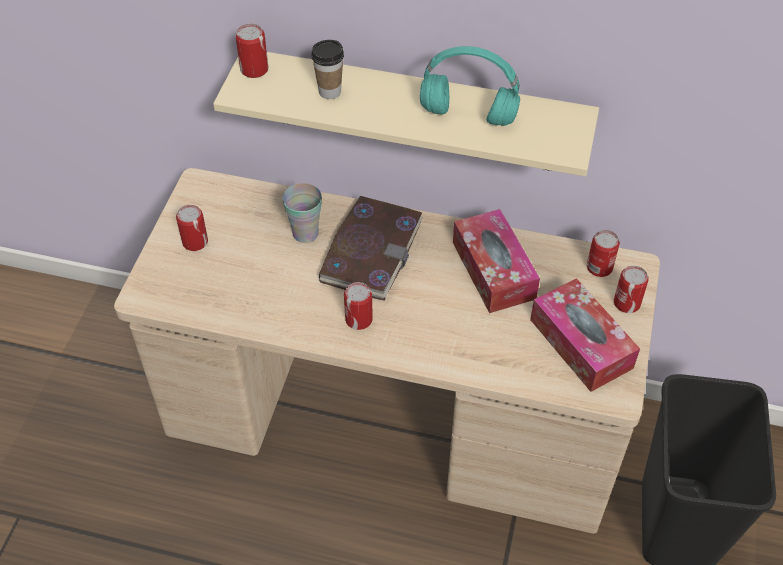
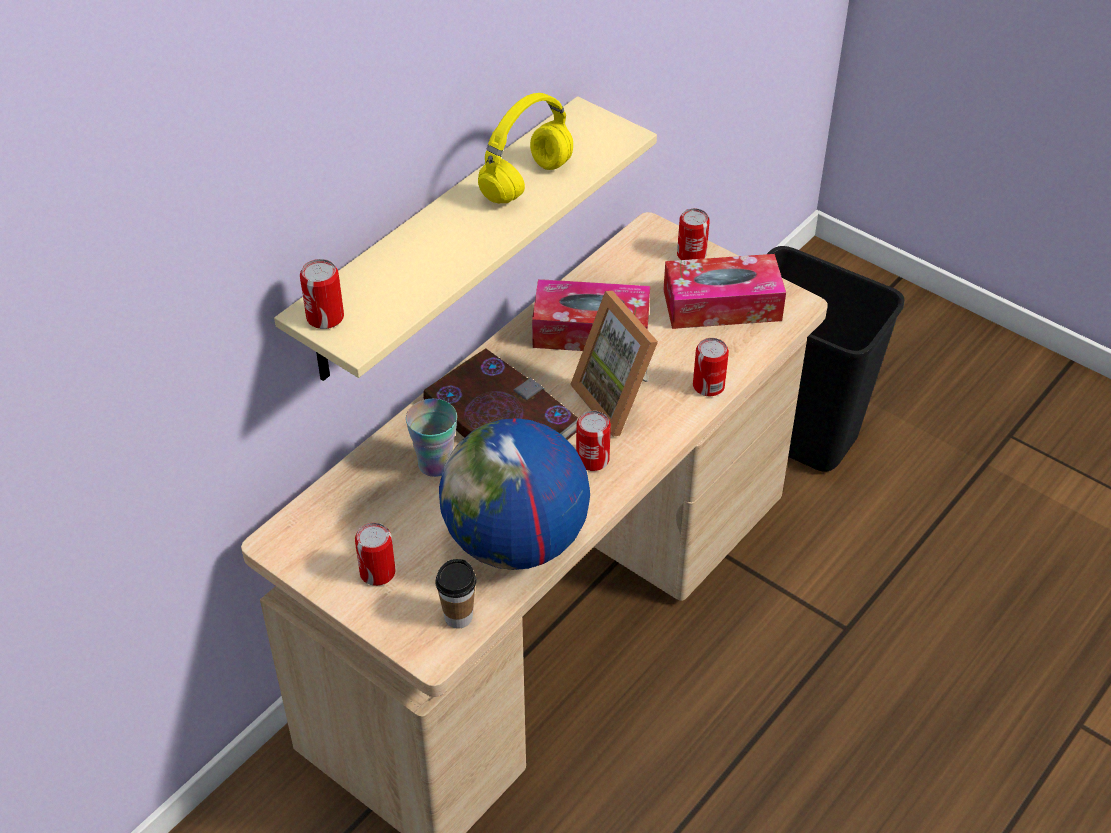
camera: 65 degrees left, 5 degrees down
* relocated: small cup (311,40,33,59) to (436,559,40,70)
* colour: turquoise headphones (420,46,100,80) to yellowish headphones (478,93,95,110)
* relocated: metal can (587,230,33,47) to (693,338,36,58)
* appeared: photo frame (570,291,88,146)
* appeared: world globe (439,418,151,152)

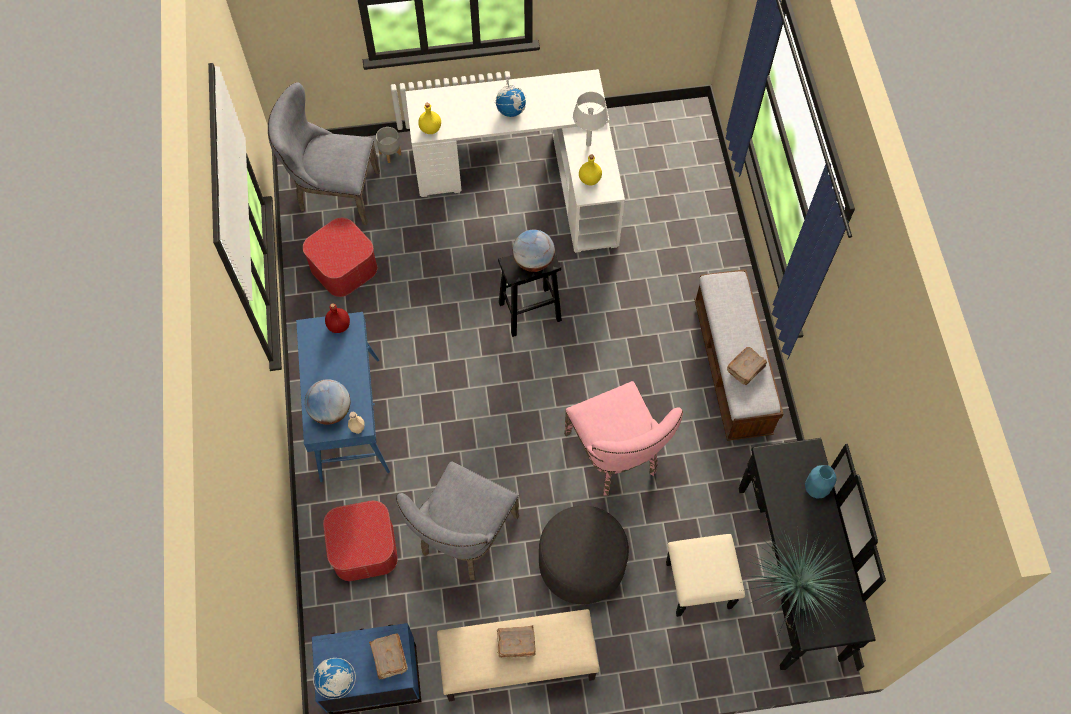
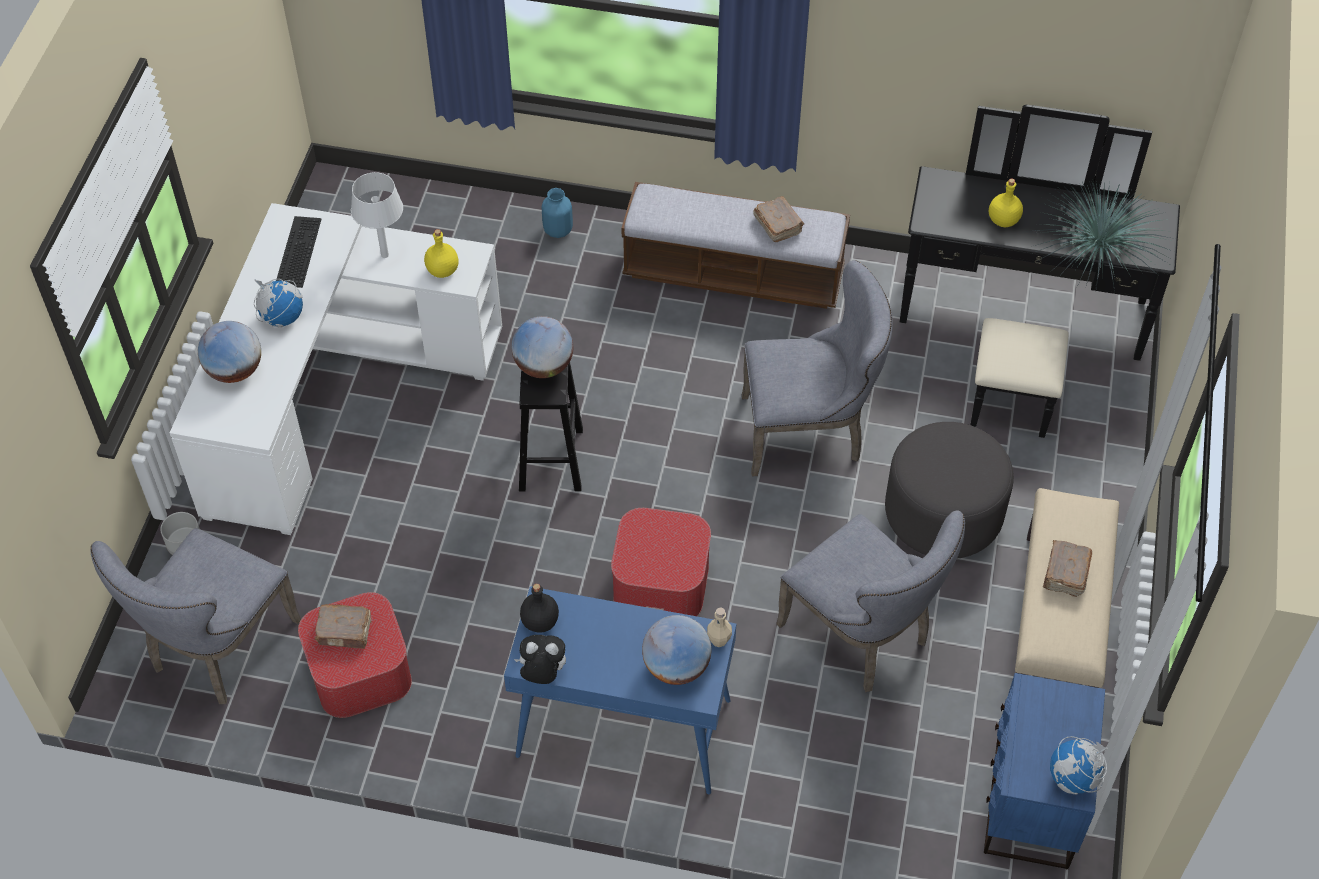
camera: 70 degrees left, 10 degrees down
* relocated: yellowish drink bottle (418,103,23,31) to (989,178,34,49)
* colour: reddish drink bottle (325,303,25,30) to black drink bottle (520,584,39,49)
* colour: pinkish plain chair (564,381,119,115) to greyish plain chair (742,260,150,216)
* relocated: bluish decorative vase (805,465,32,34) to (542,188,31,50)
* relocated: pouffe (323,501,75,80) to (611,508,100,108)
* relocated: brownish book (369,634,39,45) to (315,604,56,45)
* appeared: keyboard (276,216,45,72)
* appeared: world globe (198,321,63,62)
* appeared: cuddly toy (514,635,52,49)

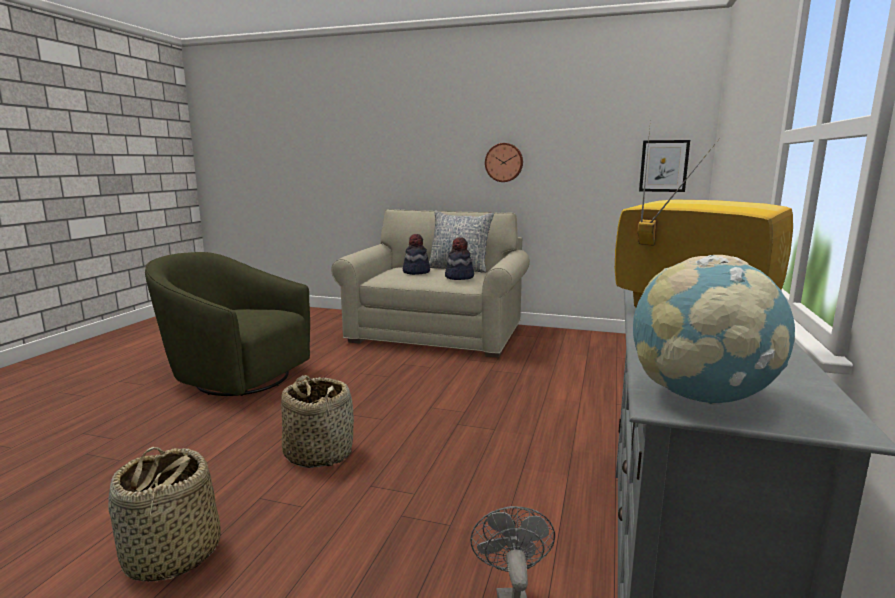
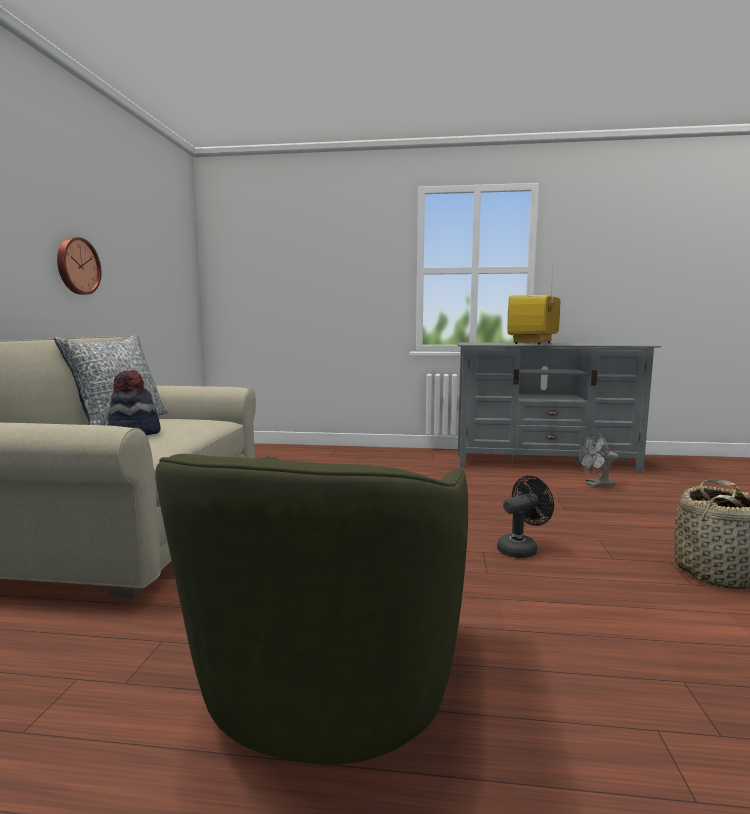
camera: 100 degrees left, 5 degrees down
* missing: picture (639,140,51,52)
* missing: clothing hat (445,237,29,43)
* missing: world globe (633,255,162,150)
* exchanged: household basket (281,375,73,93) to black electric fan (497,476,57,82)

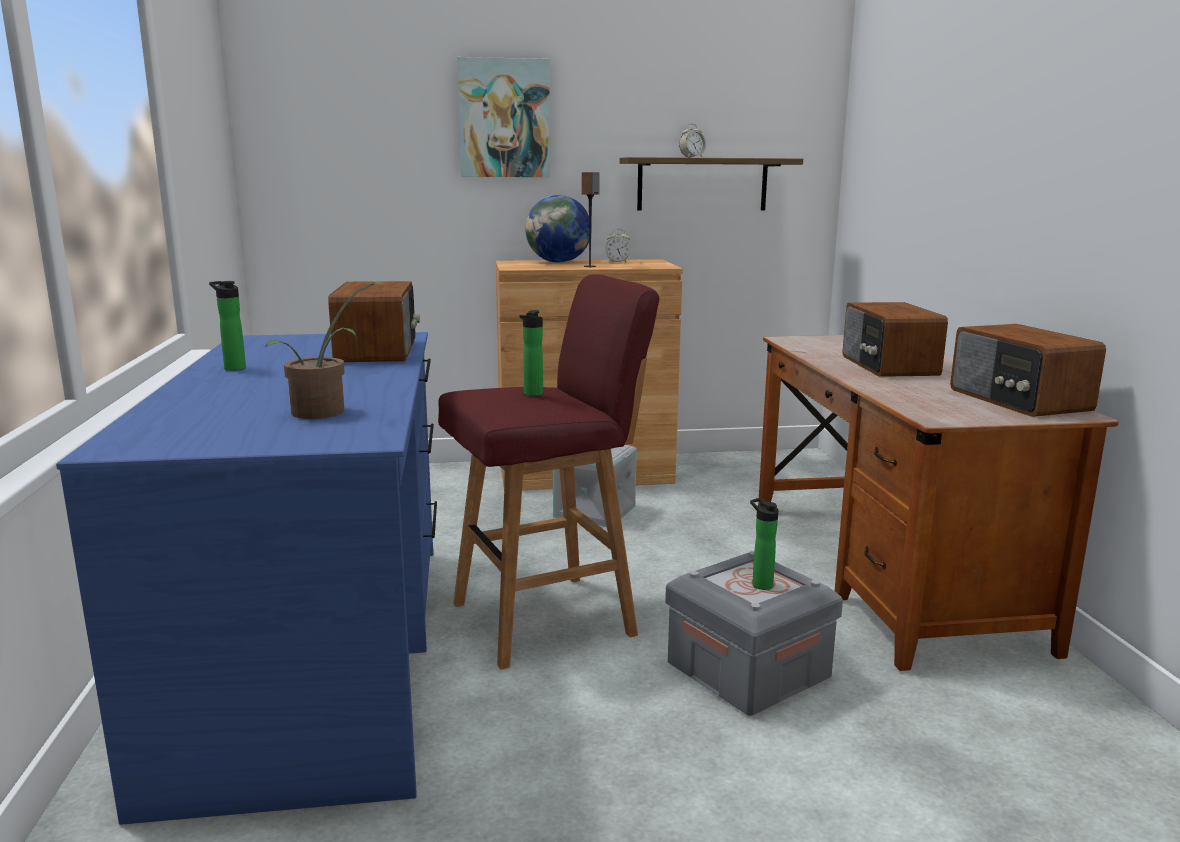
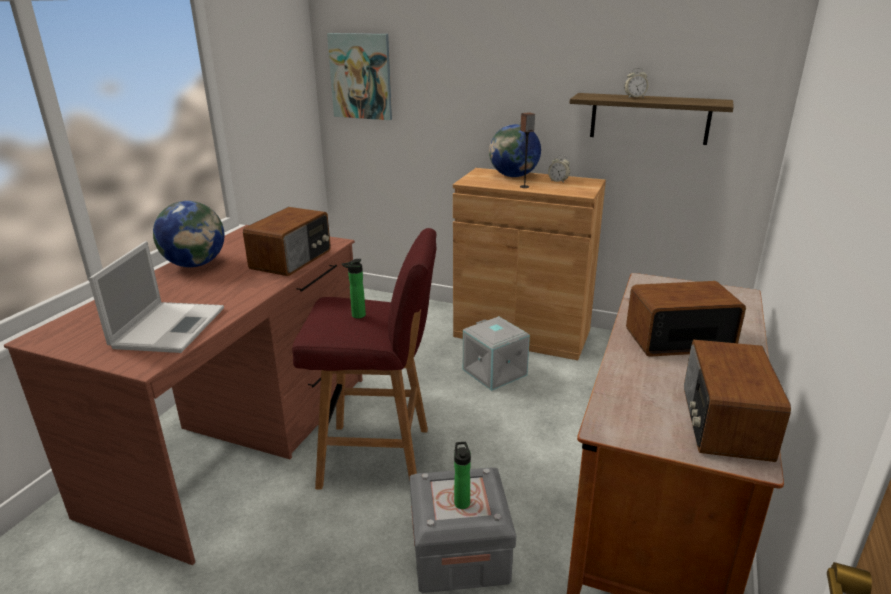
camera: 30 degrees right, 10 degrees up
* relocated: picture (457,57,93,120) to (327,33,65,87)
* exchanged: drink bottle (209,281,37,90) to world globe (153,201,71,66)
* exchanged: plant in a pot (265,282,127,137) to portable computer (89,241,135,112)
* spun: radio receiver (843,302,105,75) = (626,281,120,76) 60 degrees clockwise
* colour: bluish desk (56,332,381,493) to brownish desk (4,225,359,340)

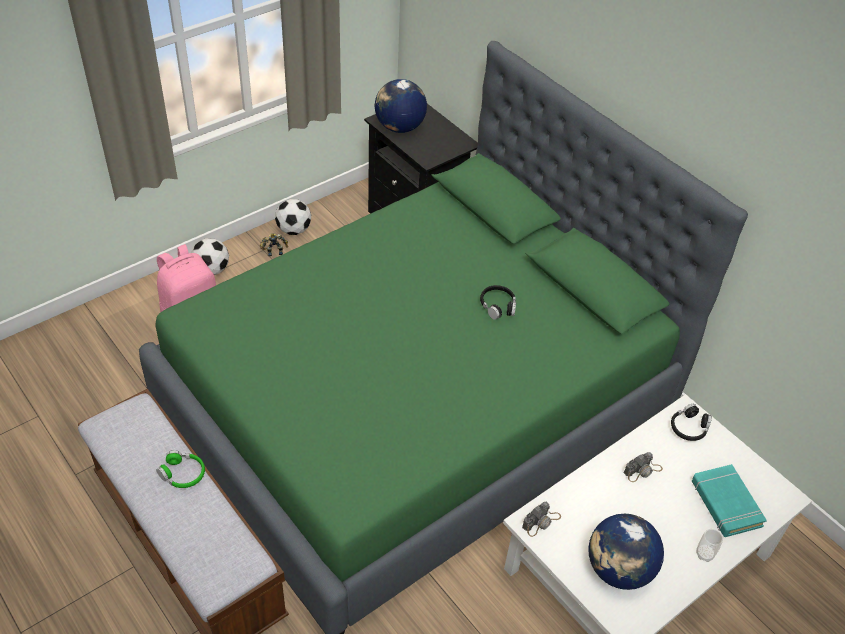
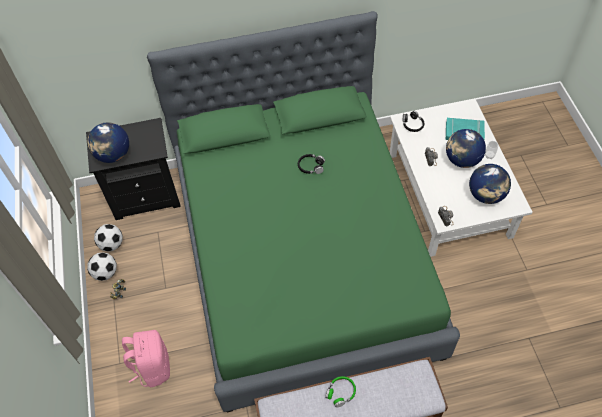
camera: 60 degrees left, 10 degrees up
* relocated: ball for football (191,238,38,37) to (94,224,29,28)
* appeared: world globe (446,129,40,39)

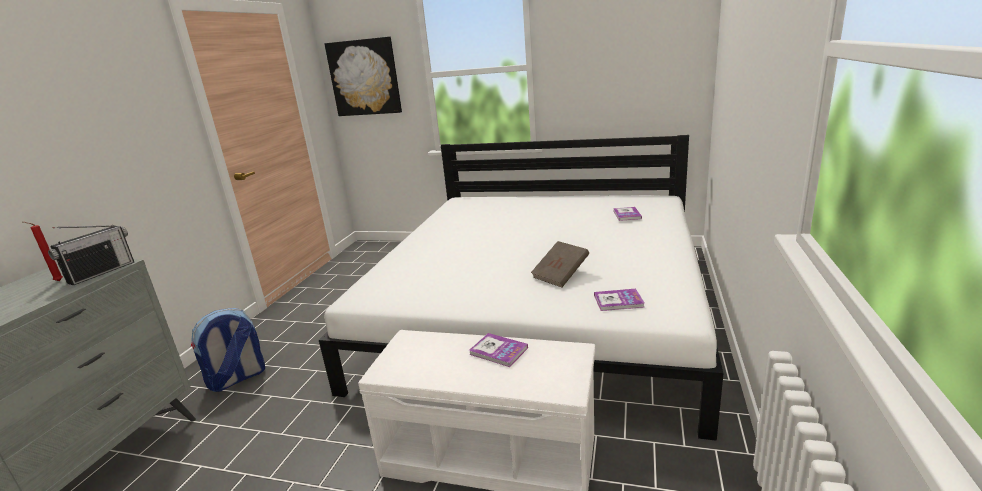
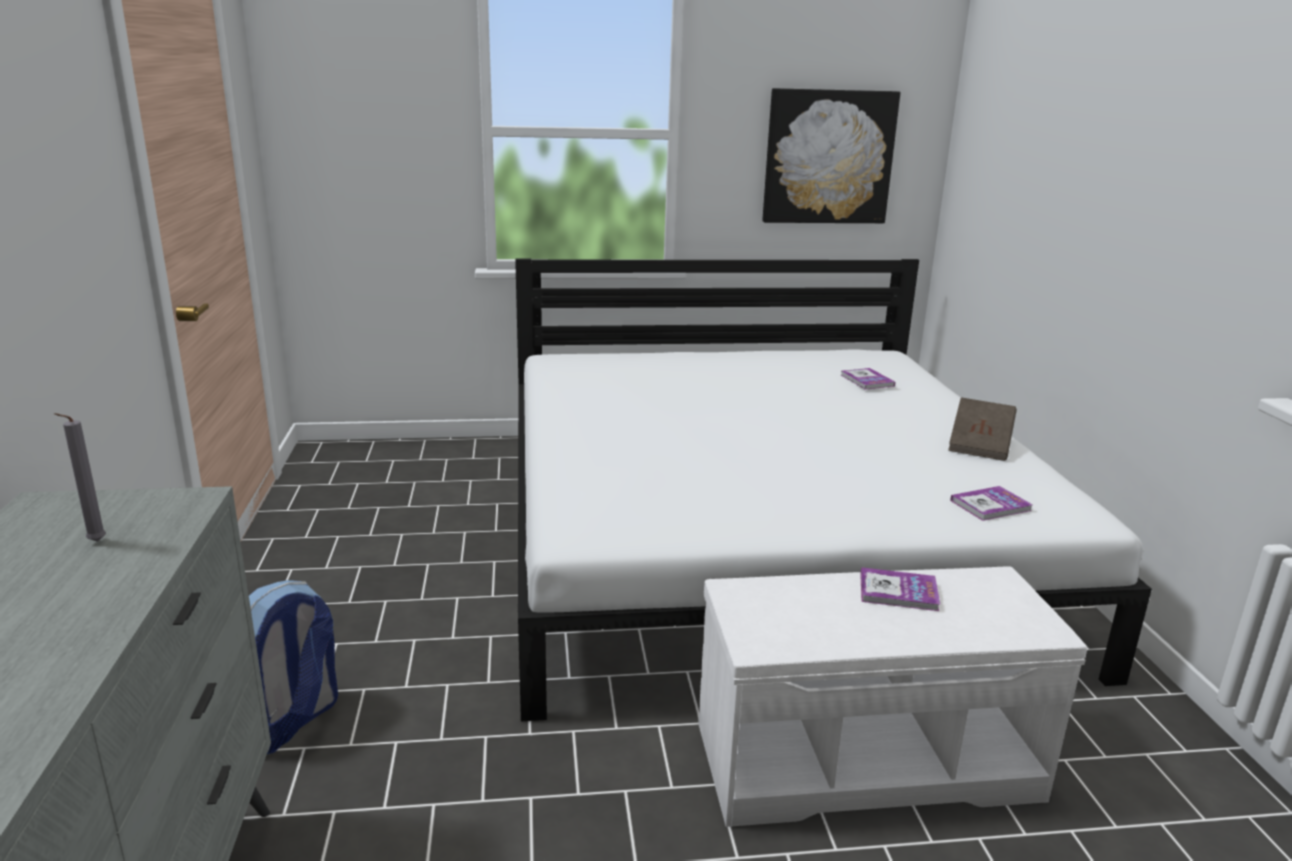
camera: 25 degrees left, 0 degrees up
* relocated: picture (324,37,78,79) to (762,88,138,136)
* colour: reddish wax light (24,222,39,59) to greyish wax light (54,413,52,129)
* missing: radio receiver (48,225,86,60)
* relocated: brownish book (531,241,58,47) to (948,397,69,64)

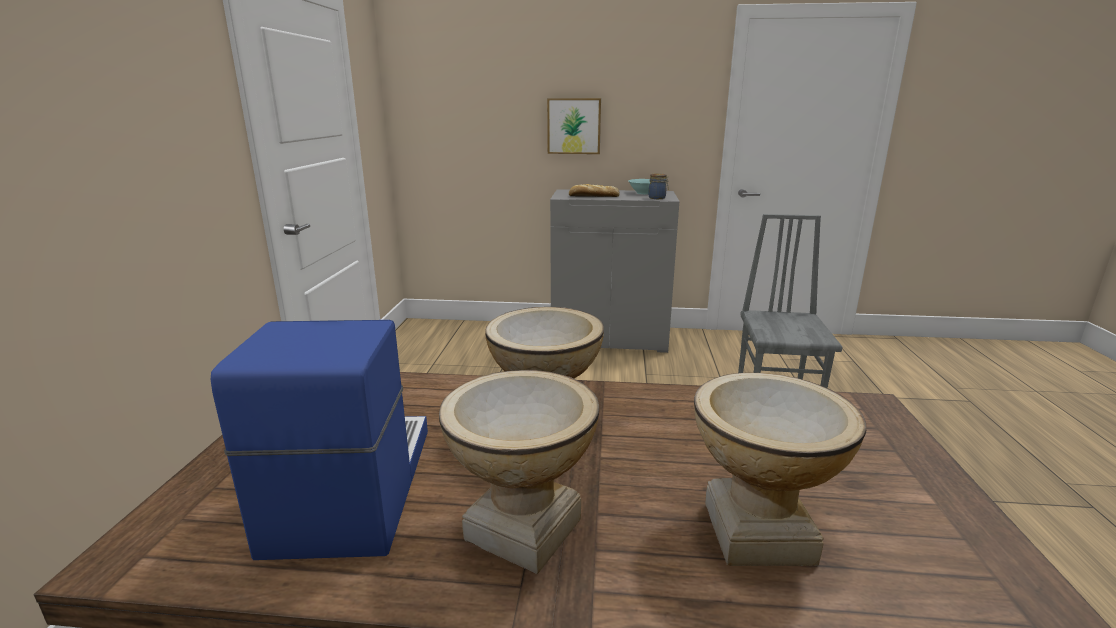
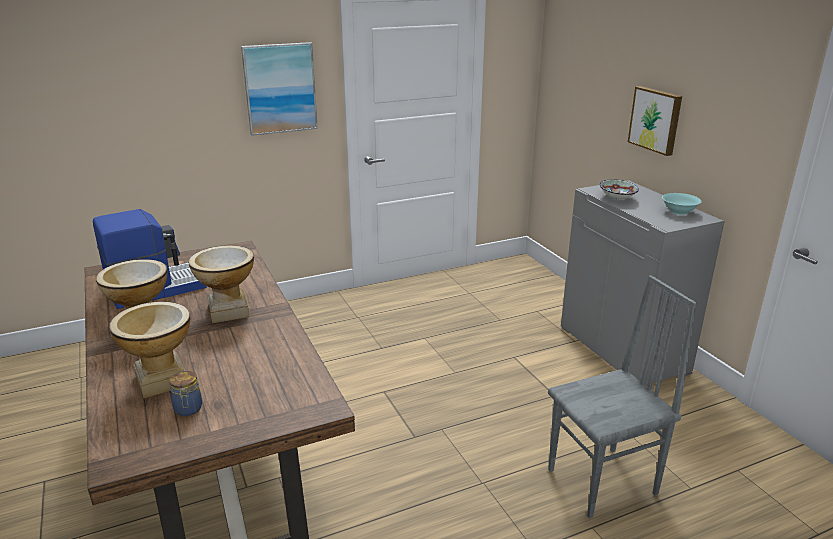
camera: 60 degrees right, 5 degrees up
* relocated: storage jar (648,173,21,26) to (169,371,33,45)
* exchanged: bread (569,184,51,13) to serving bowl (600,179,39,21)
* appeared: picture (241,42,77,94)

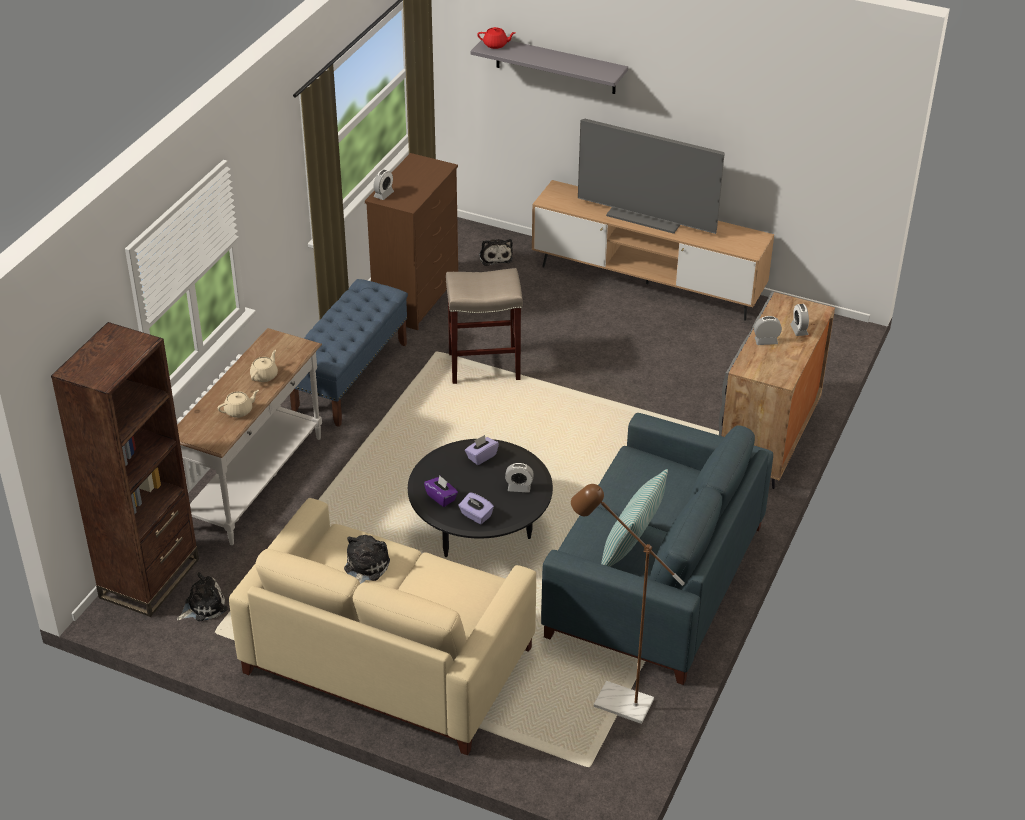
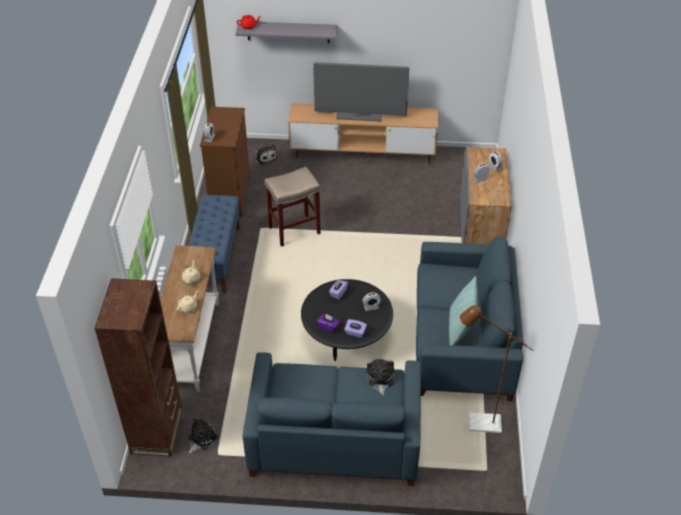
camera: 20 degrees left, 5 degrees up
* colour: beige settee (229,498,307,258) to bluish settee (243,352,178,134)
* relocated: cuddly toy (344,535,46,49) to (366,359,28,36)

